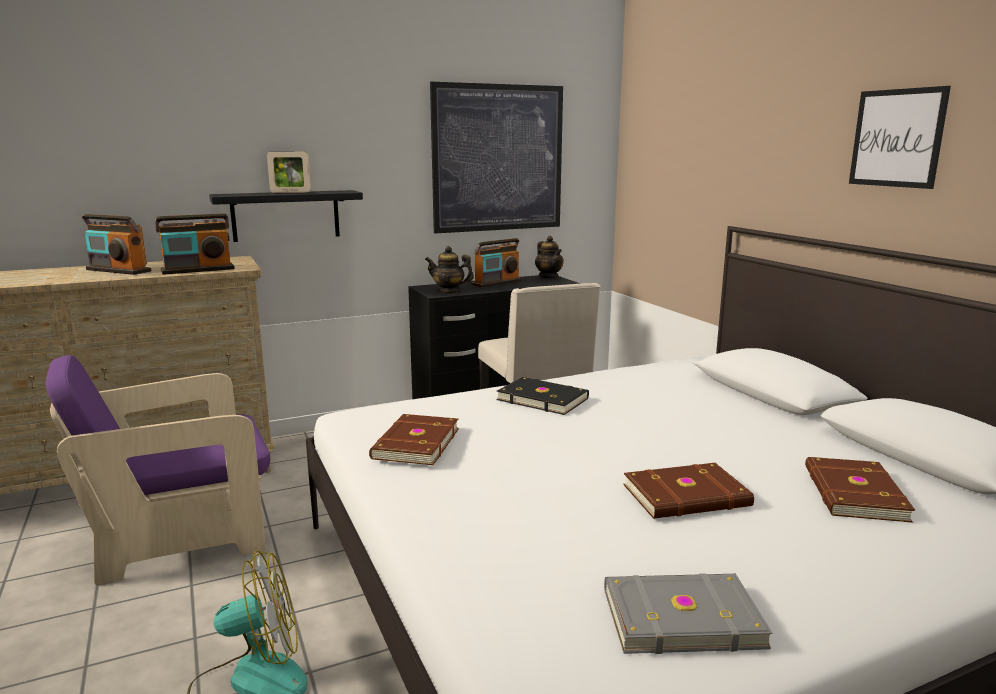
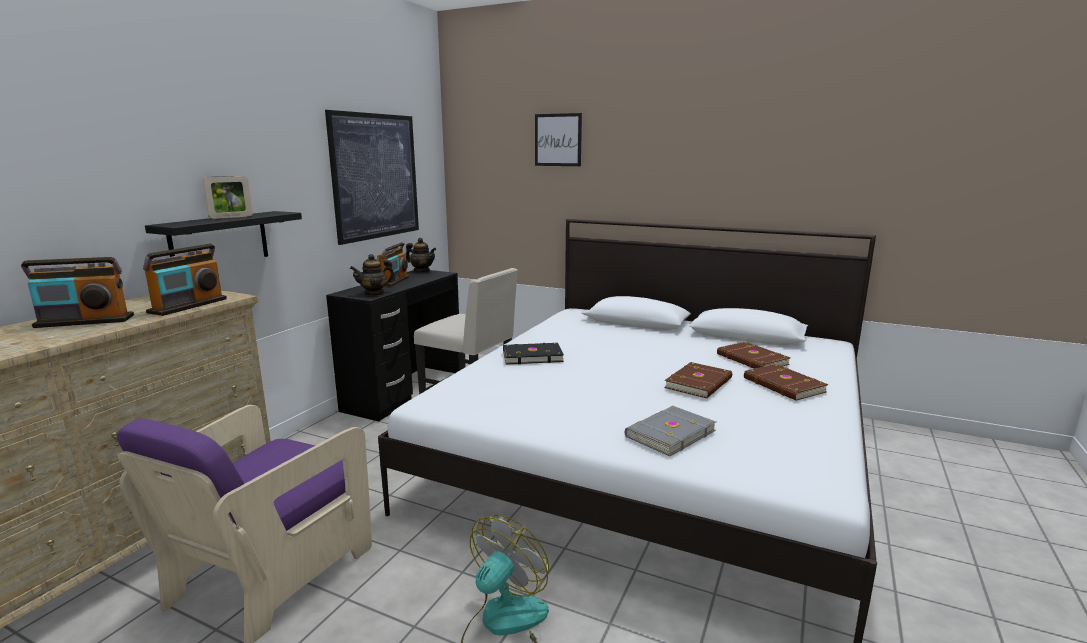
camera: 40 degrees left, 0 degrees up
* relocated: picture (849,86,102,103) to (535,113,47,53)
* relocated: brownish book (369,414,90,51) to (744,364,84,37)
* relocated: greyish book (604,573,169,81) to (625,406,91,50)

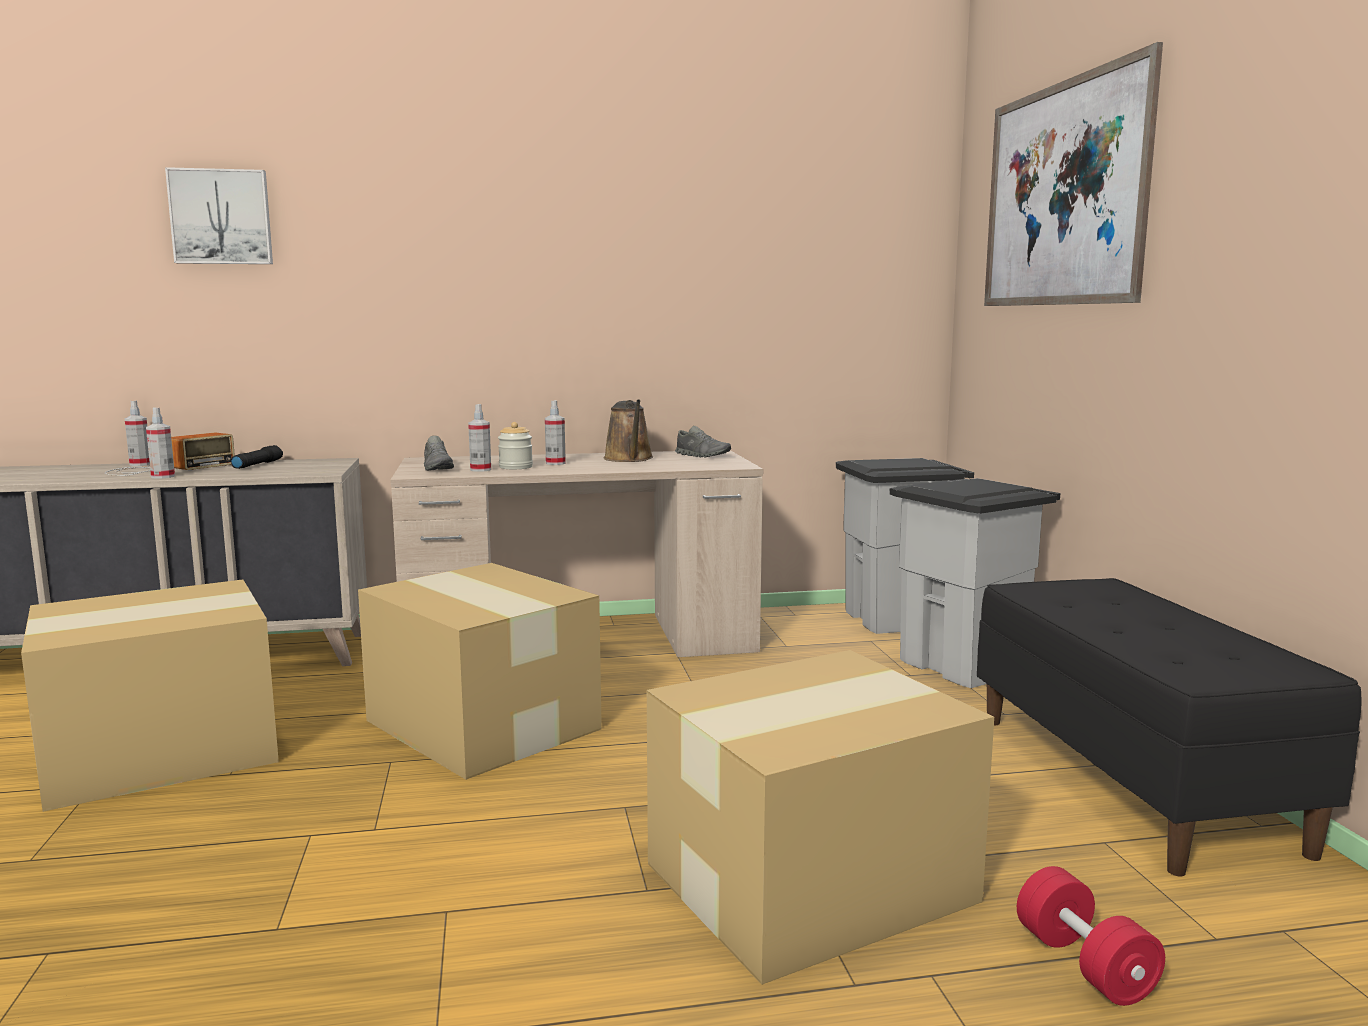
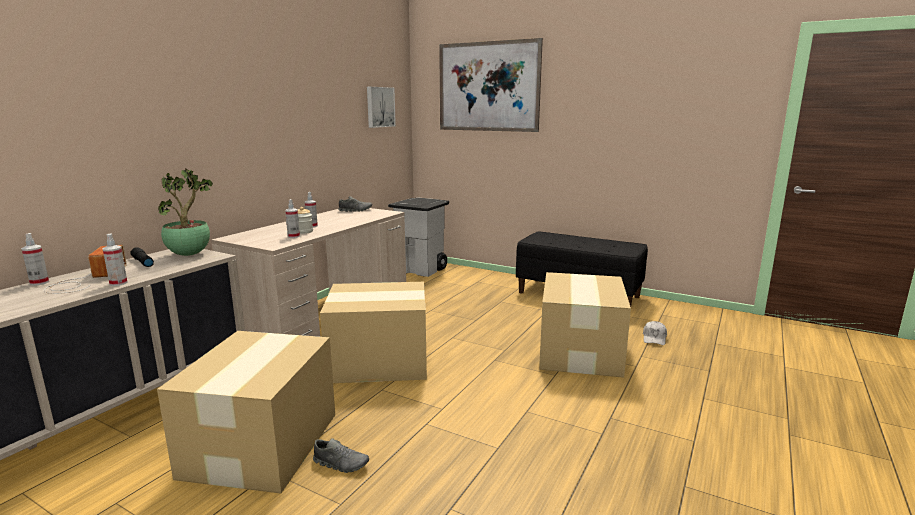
camera: 50 degrees left, 5 degrees up
* relocated: picture (165,167,108,97) to (367,87,29,41)
* missing: brownish watering can (604,399,49,63)
* relocated: greyish shoe (424,435,30,36) to (313,438,56,35)
* missing: greyish rubbish bin (889,478,171,210)
* exchanged: reddish free weight (1017,866,148,140) to white-coloured cap (643,321,24,24)
* appeared: plant in a pot (158,169,55,87)

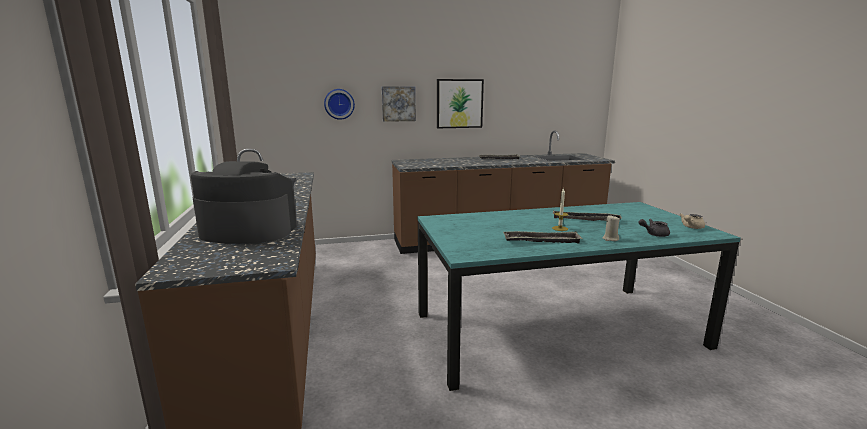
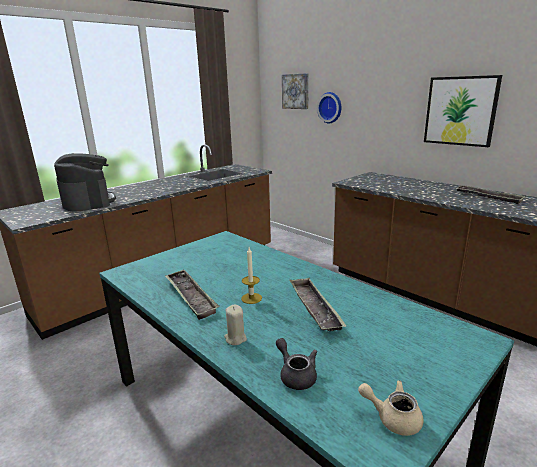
camera: 60 degrees right, 5 degrees up
* relocated: picture (381,86,35,36) to (282,73,27,36)

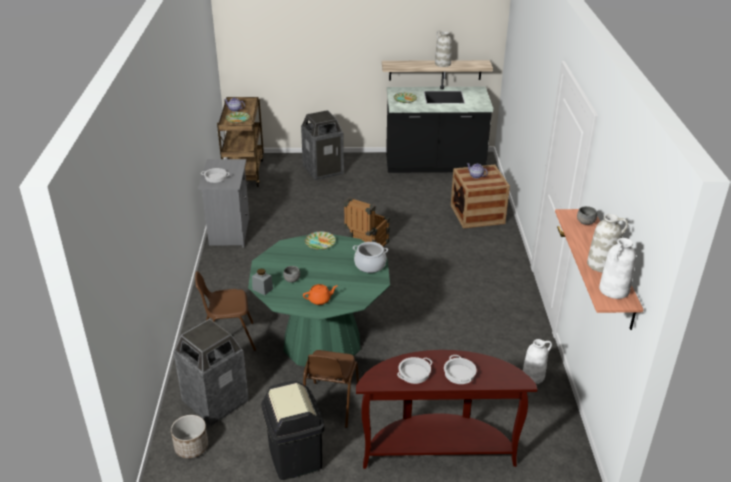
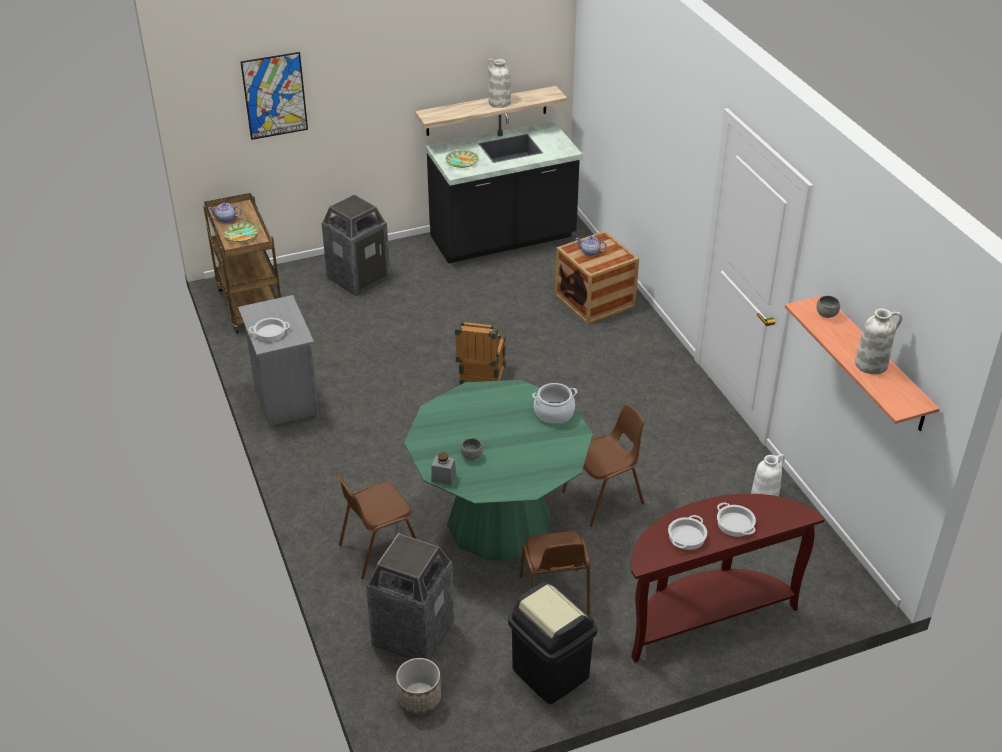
camera: 20 degrees left, 5 degrees up
* missing: flat dish (305,232,31,18)
* missing: white-coloured decorative vase (599,238,37,61)
* missing: orange-coloured pot for tea (303,284,35,21)
* appeared: picture (240,52,68,88)
* appeared: brownish plain chair (562,404,83,123)

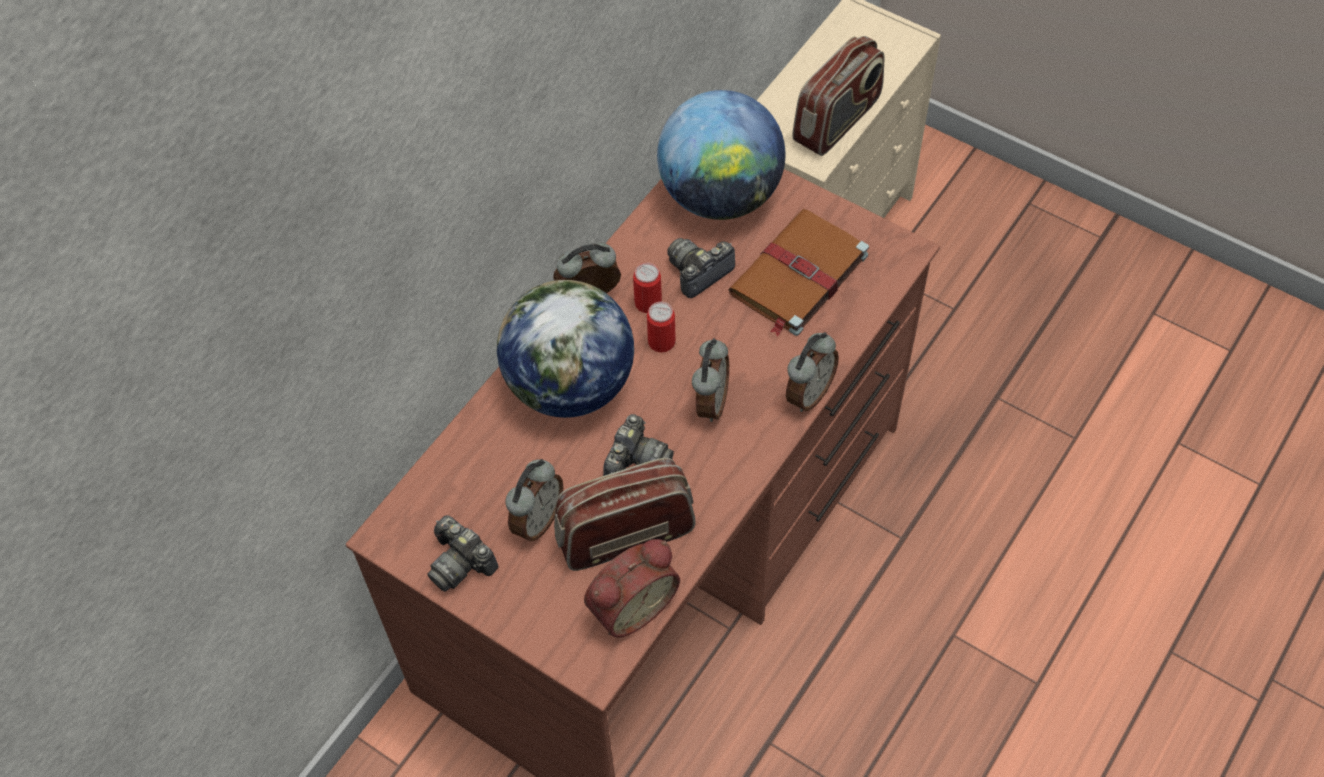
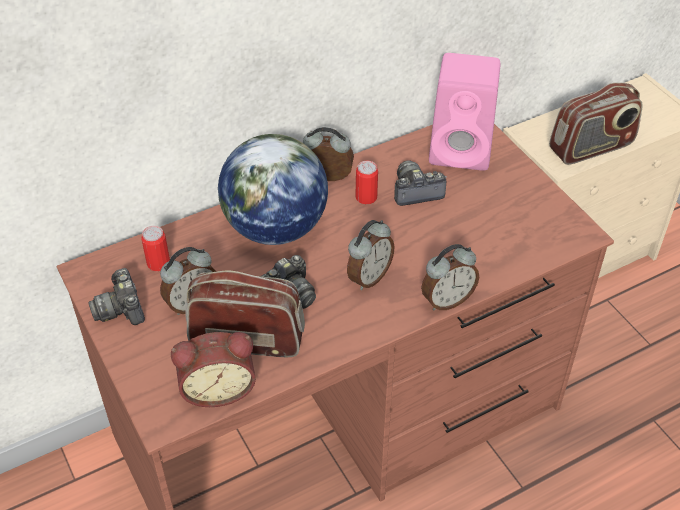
camera: 25 degrees right, 10 degrees down
* exchanged: world globe (657,90,128,130) to pinkish speaker (429,53,71,118)
* missing: brownish book (728,209,141,127)
* relocated: metal can (647,302,29,50) to (142,226,28,45)

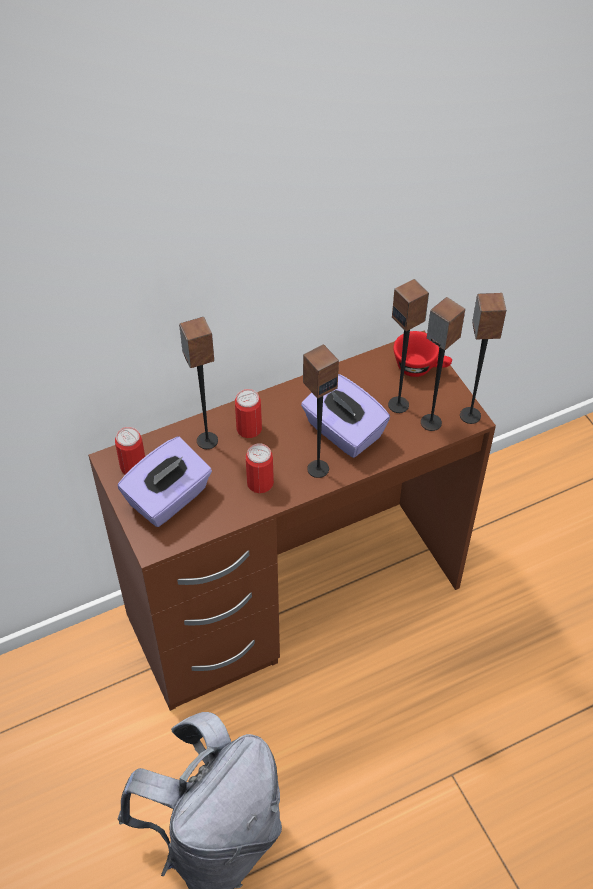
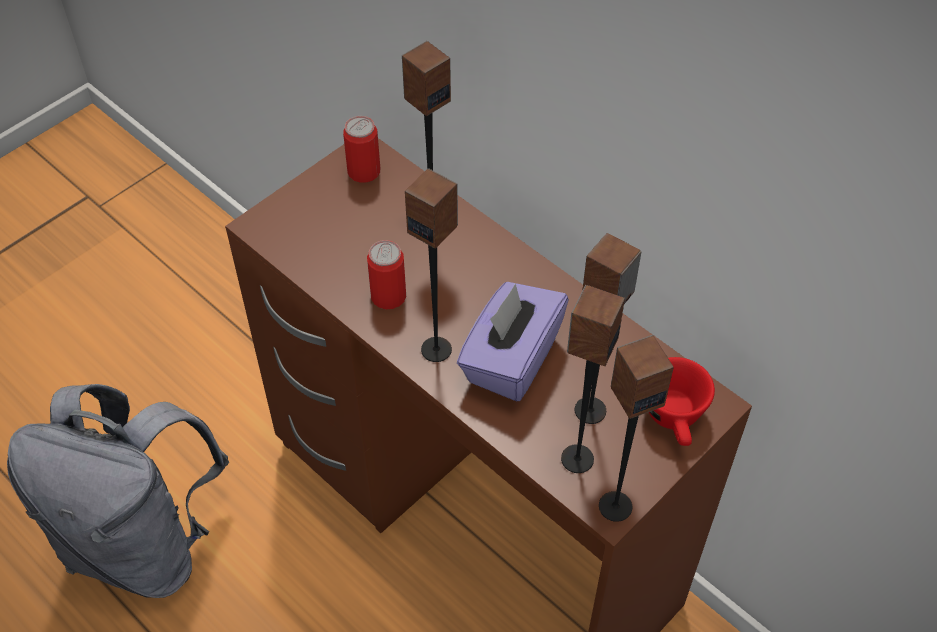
camera: 70 degrees right, 0 degrees up
* missing: metal can (235,389,27,49)
* missing: purplish tissue holder (118,437,94,90)

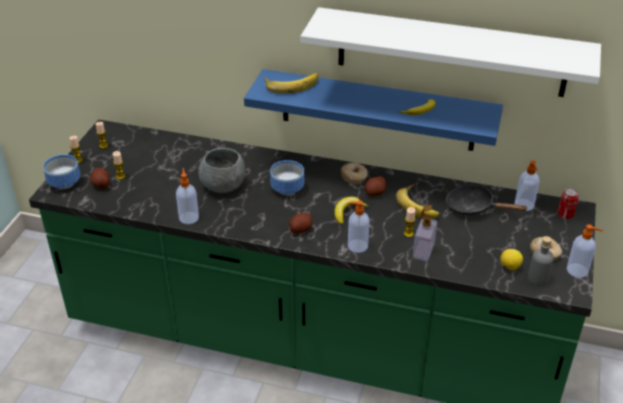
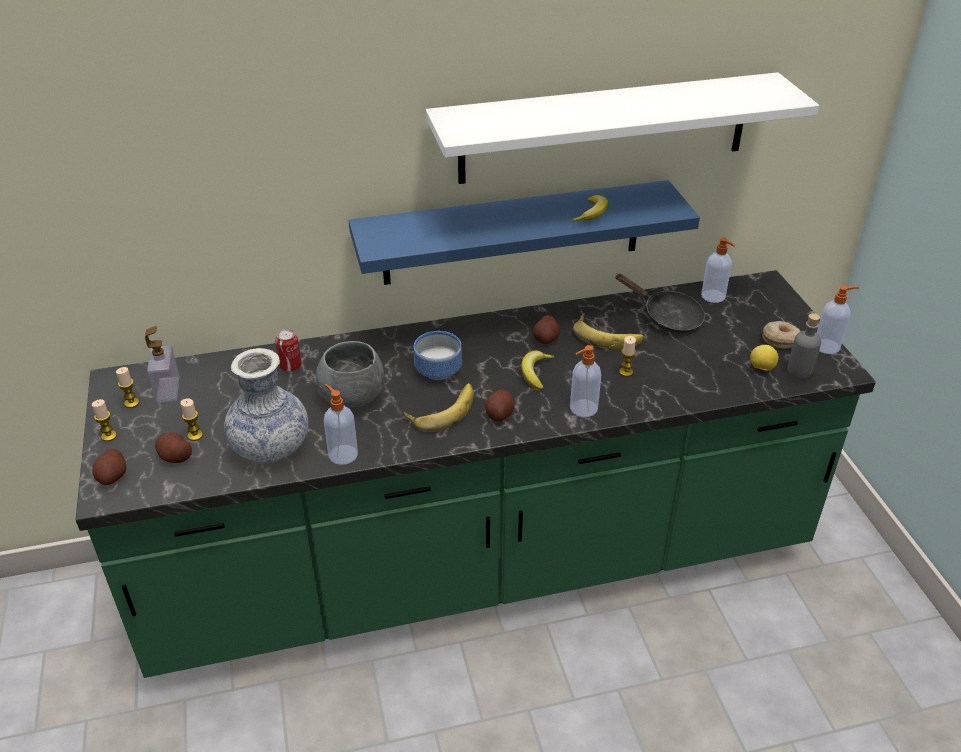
camera: 30 degrees left, 0 degrees up
* relocated: banana fruit (264,73,54,21) to (404,383,70,49)
* exchanged: serving bowl (43,154,37,35) to spud (92,449,34,36)
* missing: doughnut (341,163,27,21)
* spun: black skillet (446,185,82,30) = (615,273,90,60) 135 degrees counterclockwise
* relocated: metal can (557,188,22,31) to (275,329,27,42)
* relocated: liquid soap bottle (413,205,24,56) to (145,326,34,77)
* appeared: decorative vase (224,348,85,115)

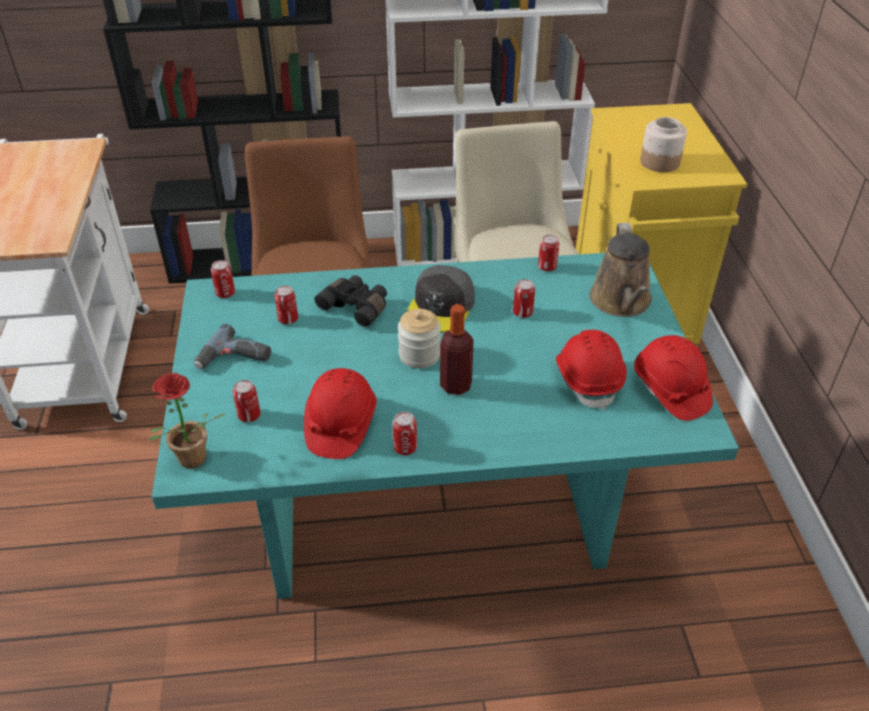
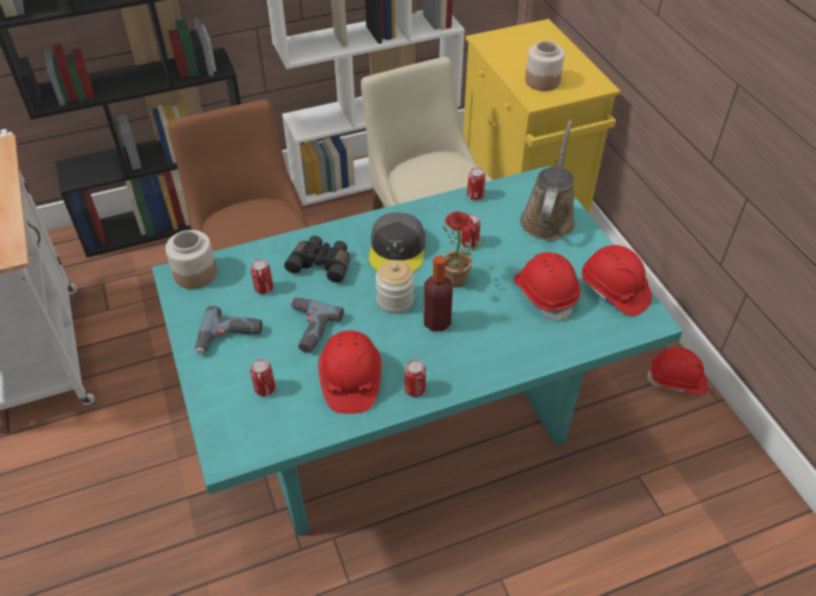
camera: 15 degrees left, 5 degrees up
* spun: brownish watering can (590,223,62,94) = (520,120,55,120) 150 degrees counterclockwise
* exchanged: metal can (211,260,24,38) to storage jar (165,230,52,59)
* relocated: plant in a pot (148,373,77,96) to (442,211,43,76)
* appeared: electric drill (290,297,54,56)
* appeared: reddish safety helmet (646,347,62,48)

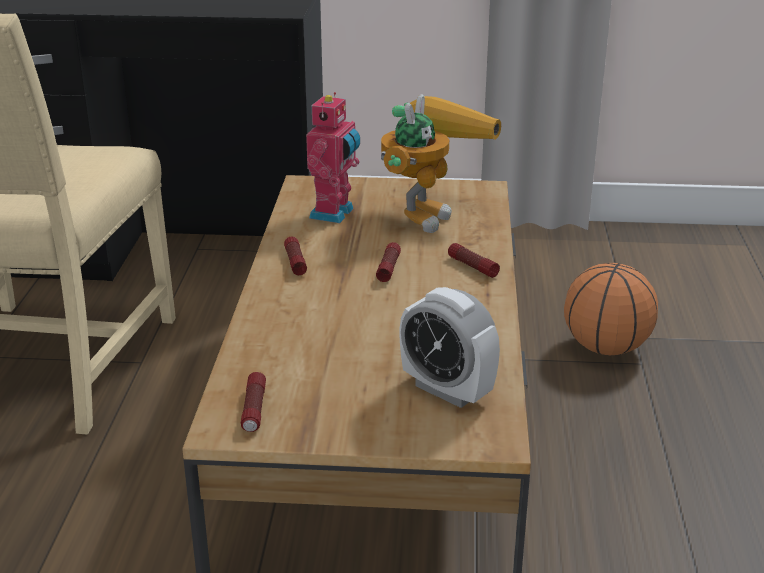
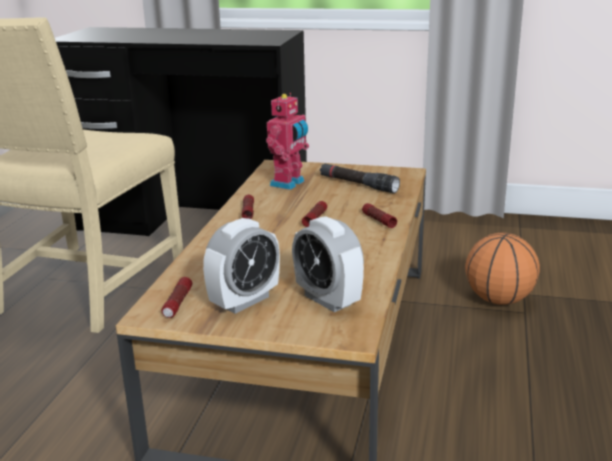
camera: 10 degrees right, 5 degrees down
* exchanged: model robot (381,94,120,139) to black flashlight (320,164,80,29)
* appeared: alarm clock (203,218,77,96)

